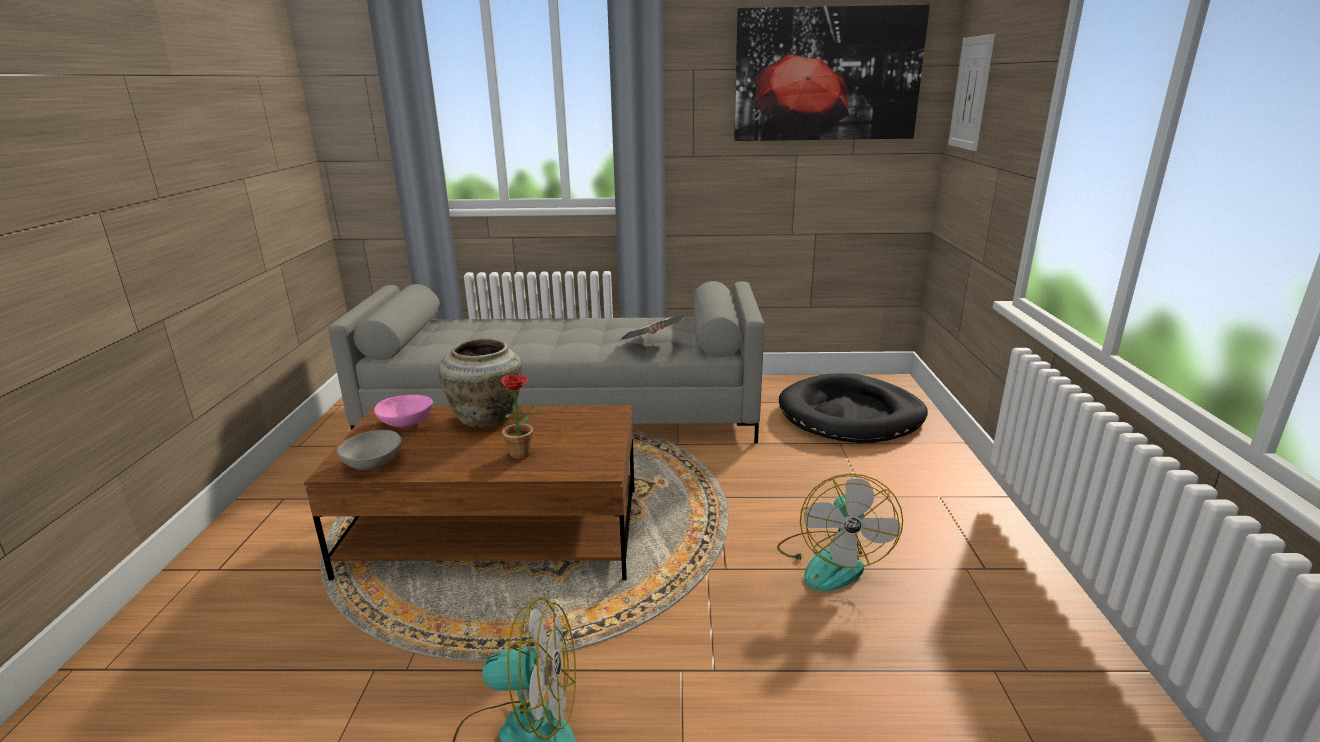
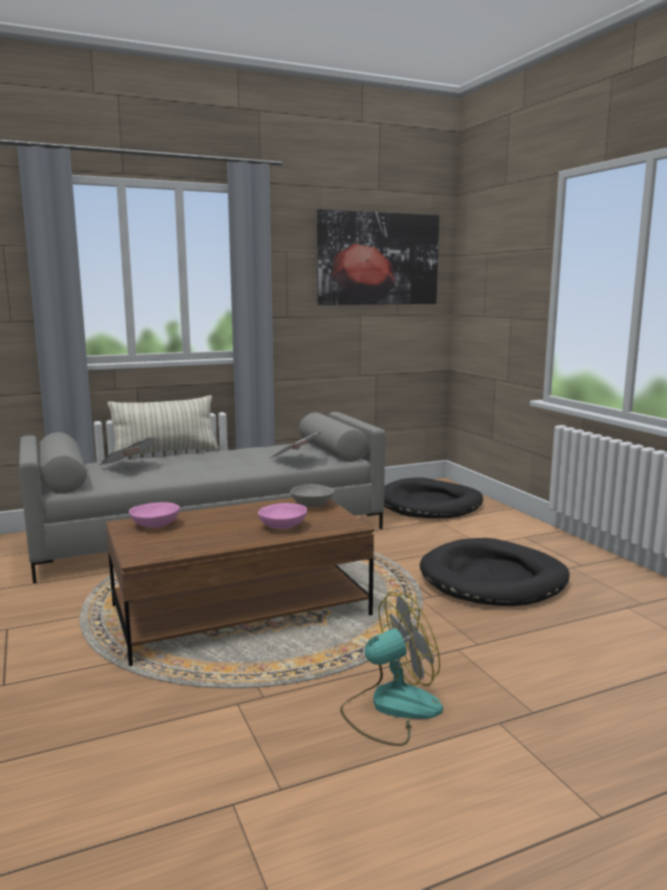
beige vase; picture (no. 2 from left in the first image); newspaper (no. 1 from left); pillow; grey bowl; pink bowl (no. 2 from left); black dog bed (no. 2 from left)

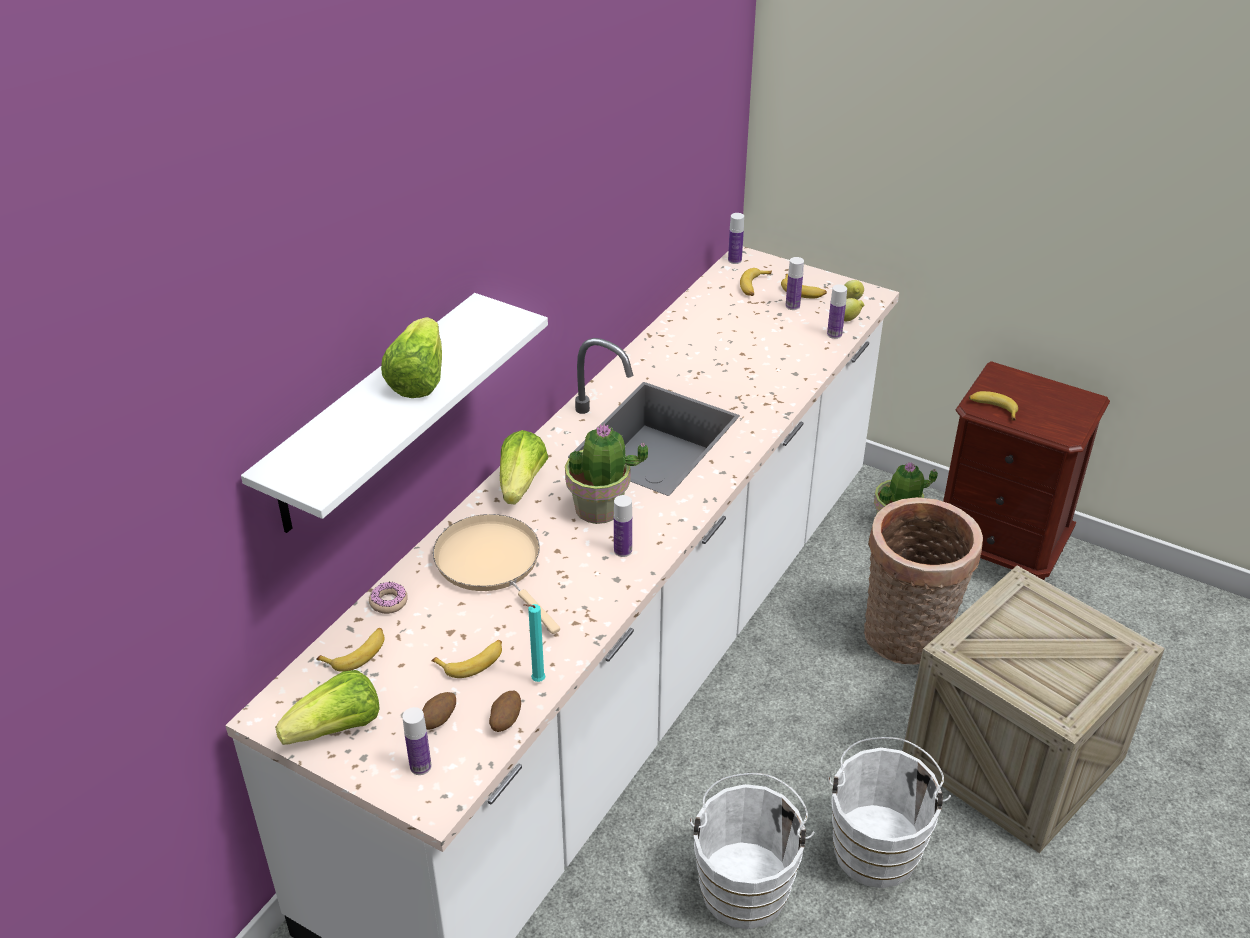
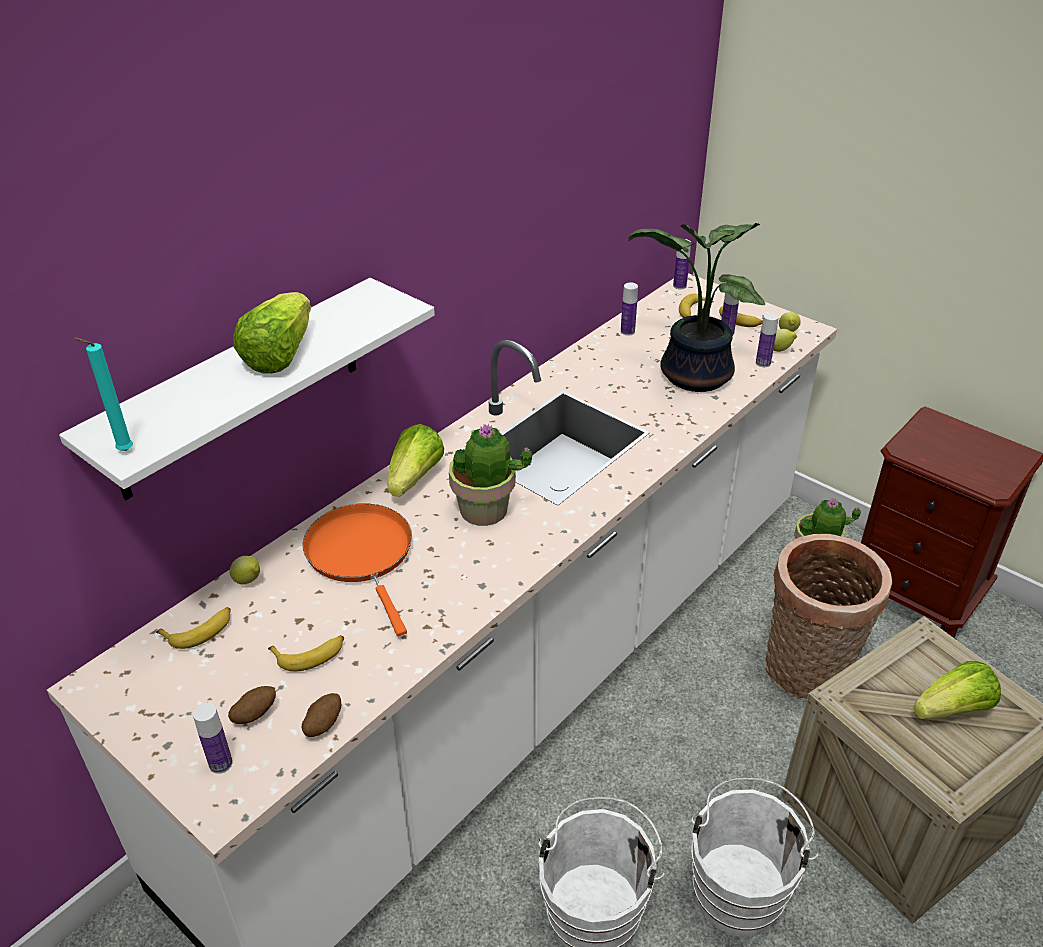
banana (no. 5 from left in the first image); potted plant (no. 2 from left); lettuce (no. 3 from left); turquoise candle; bottle (no. 2 from left); lemon (no. 1 from left); orange frying pan

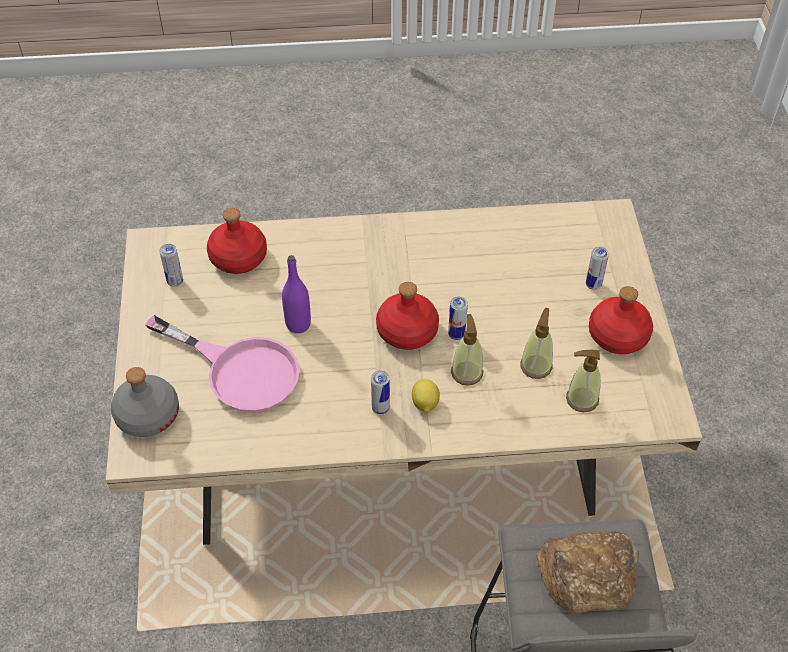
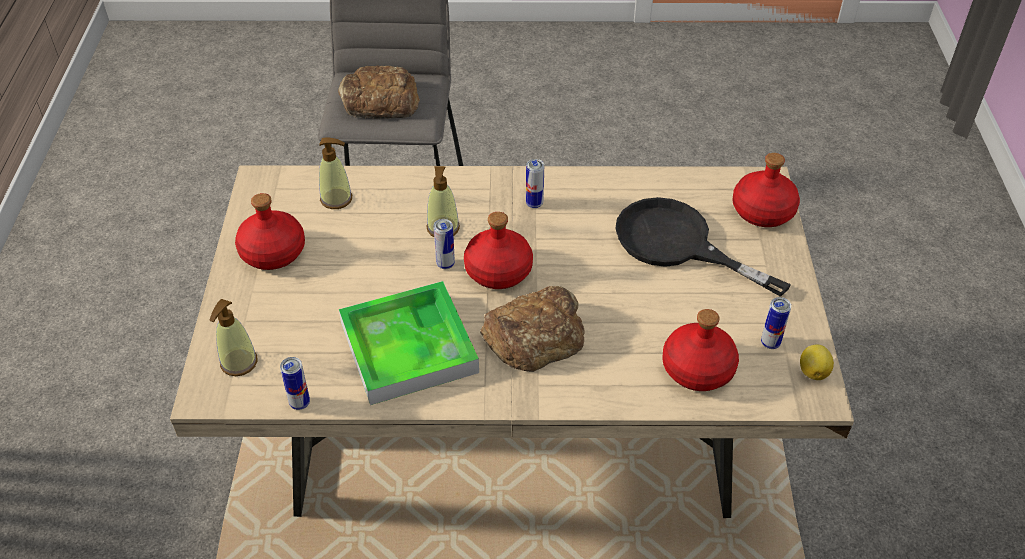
purple bottle; tray; bread (no. 2 from left); lemon; soap dispenser (no. 1 from left); can (no. 1 from left); red bottle (no. 4 from left); black frying pan

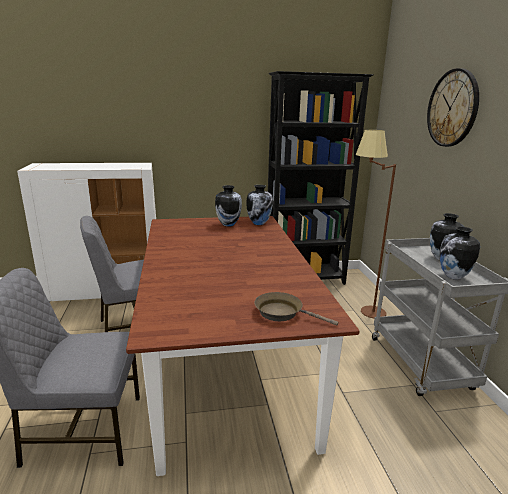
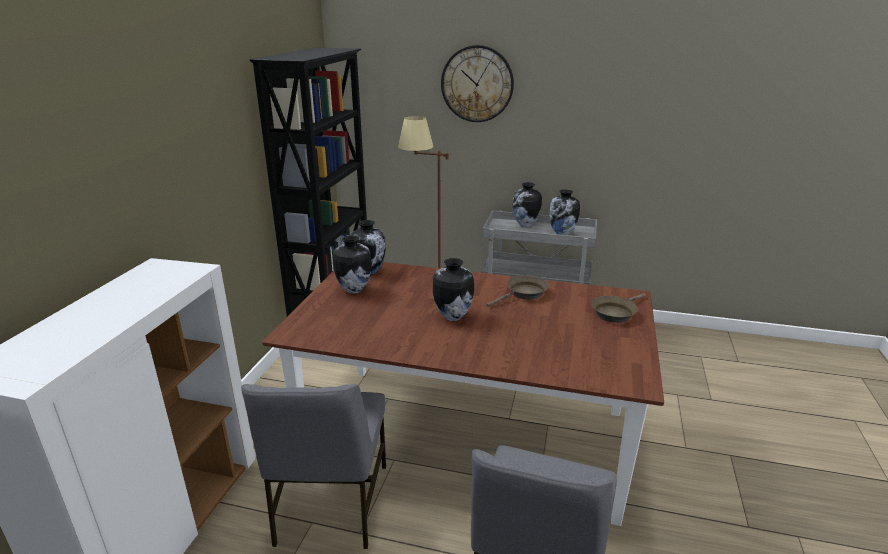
vase (no. 3 from left); brown frying pan (no. 1 from left)

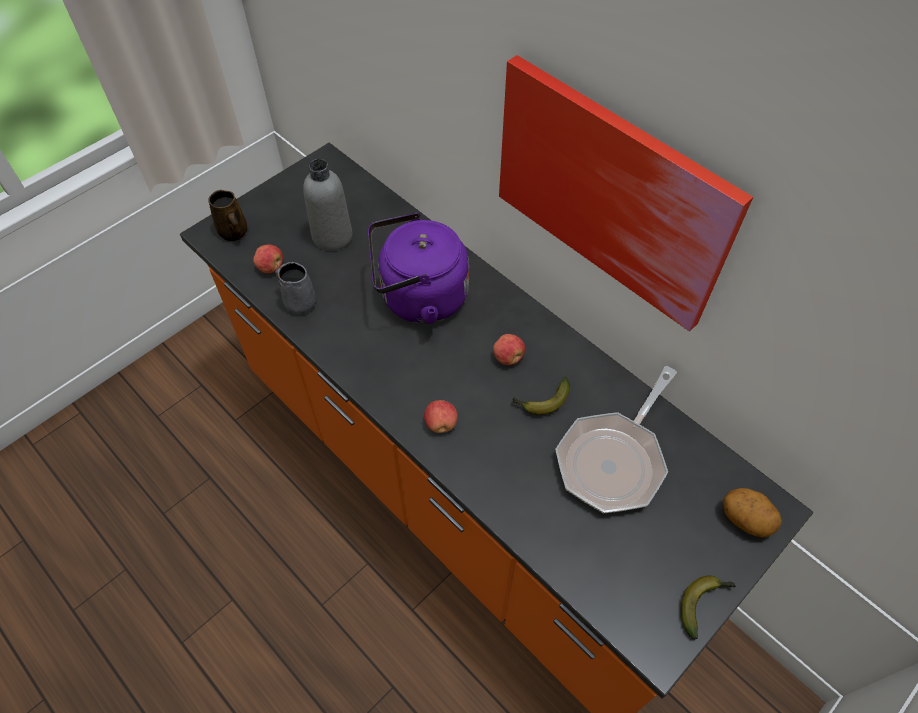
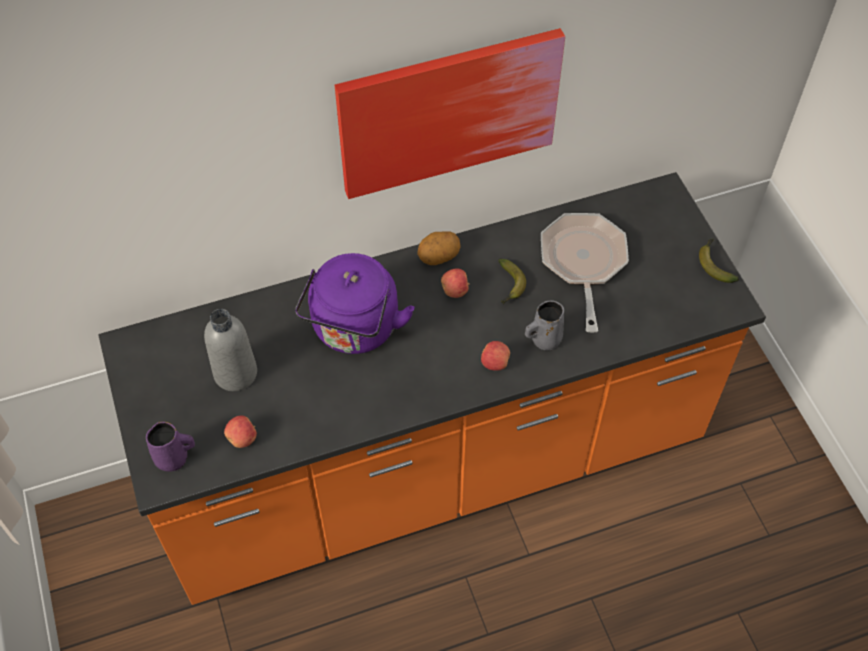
grey mug; potato; purple mug; frying pan

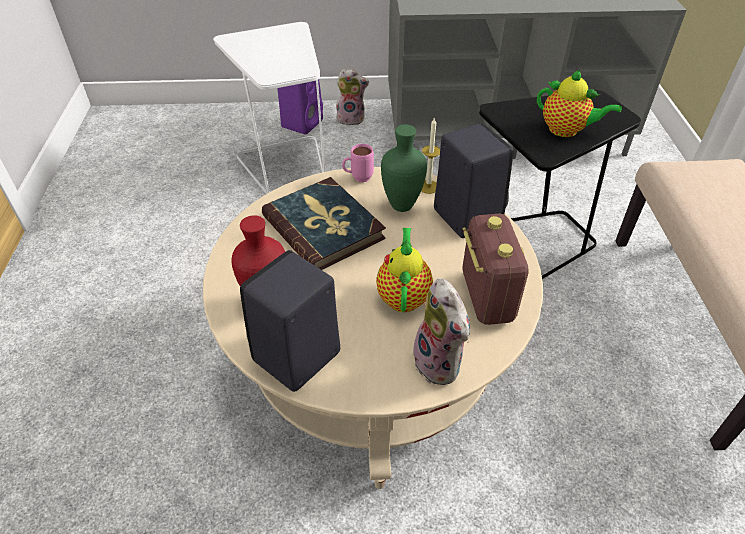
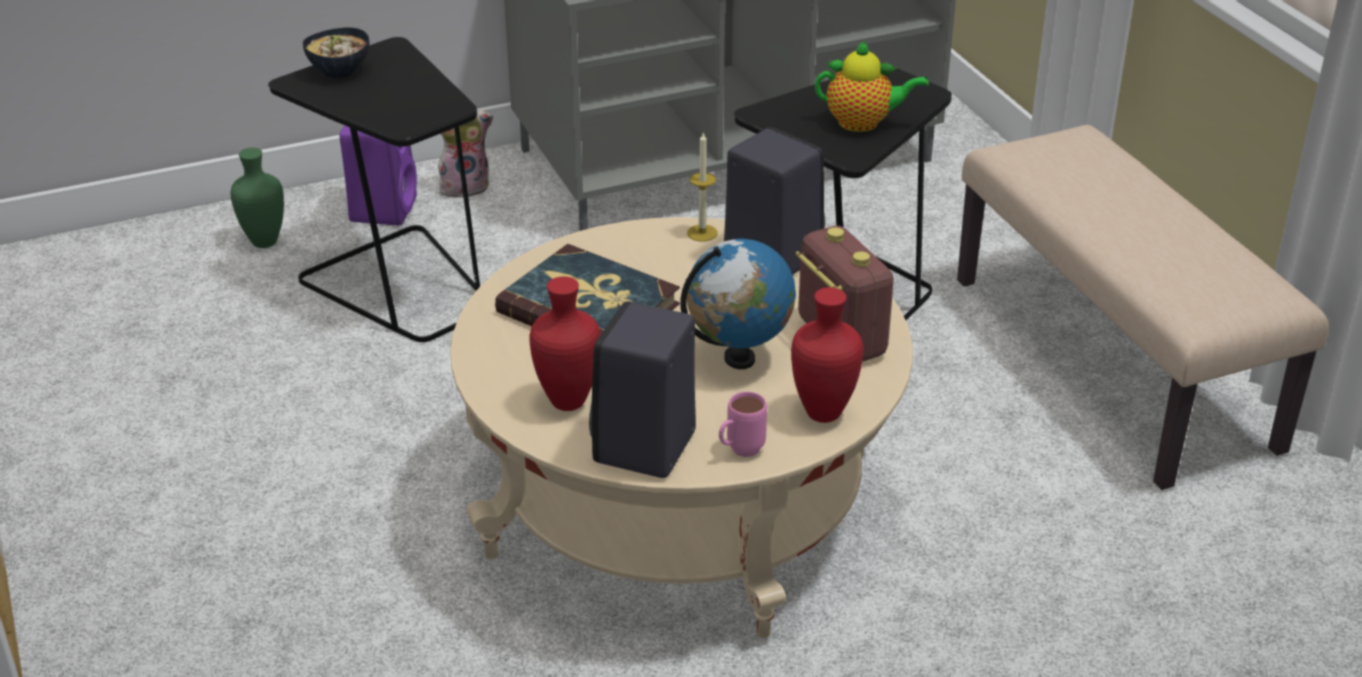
bowl; pink mug; green vase; globe; red vase (no. 2 from left); black side table (no. 1 from left)

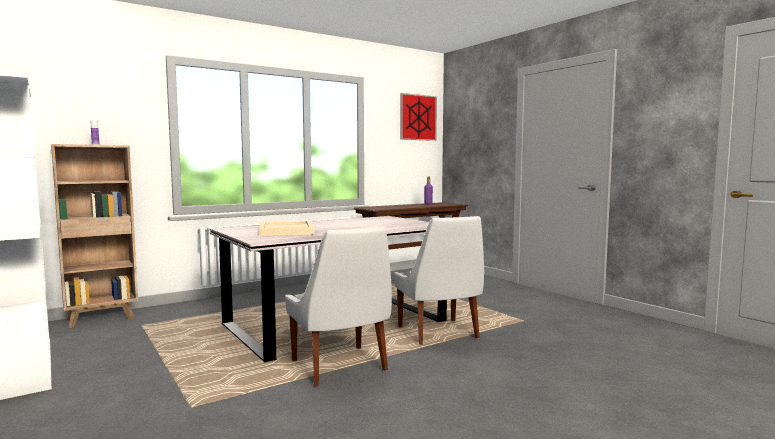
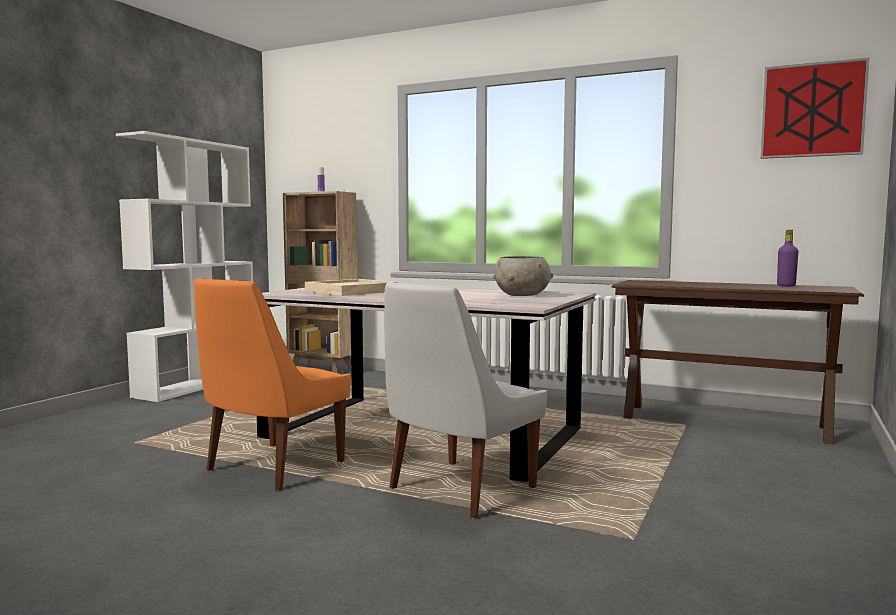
grey bowl; orange chair

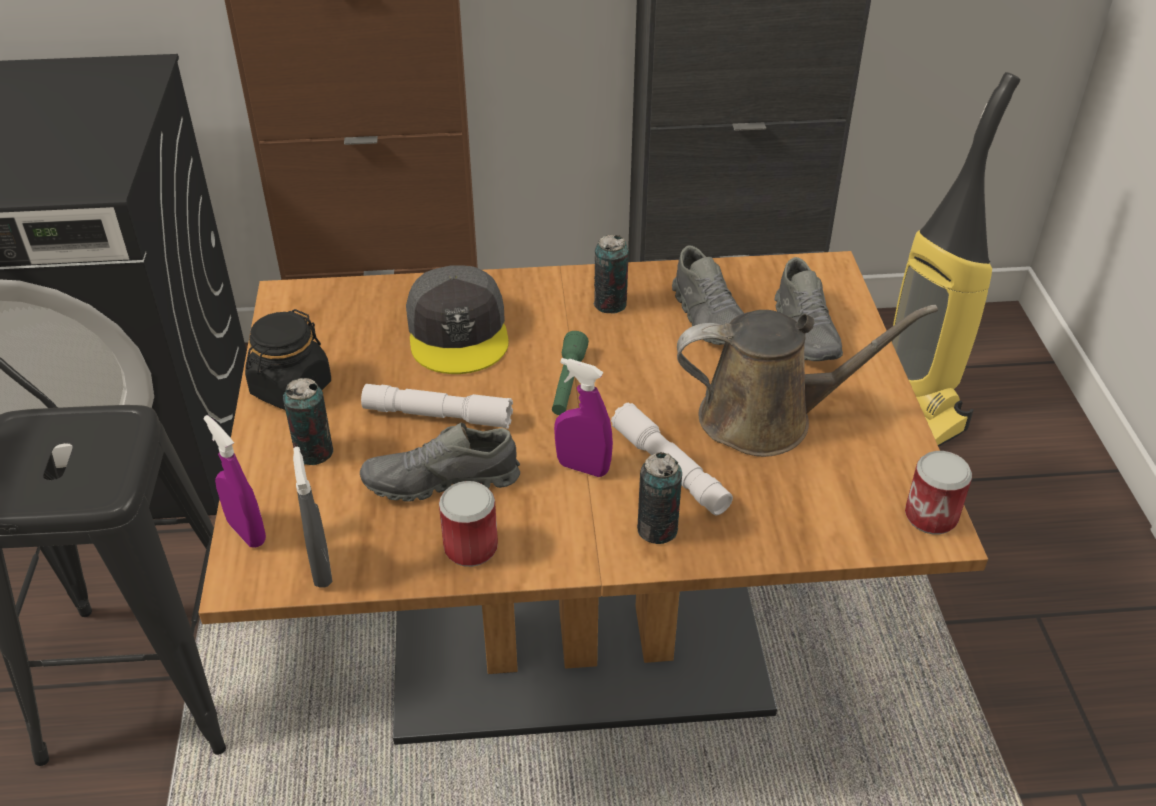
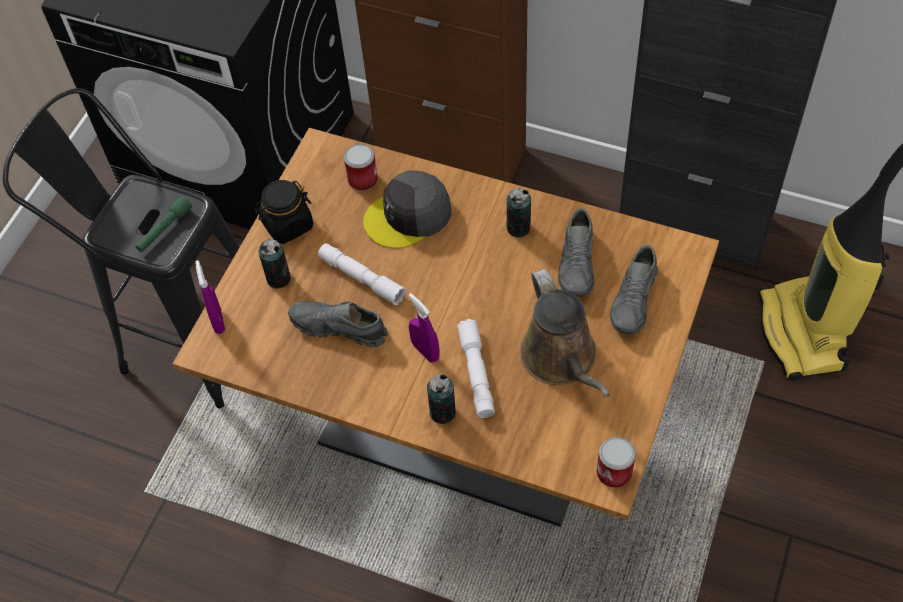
grey spray bottle; can (no. 2 from left); green flashlight; grey cap; brown watering can

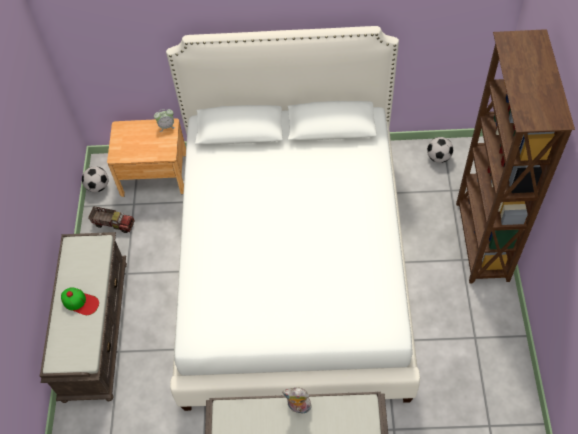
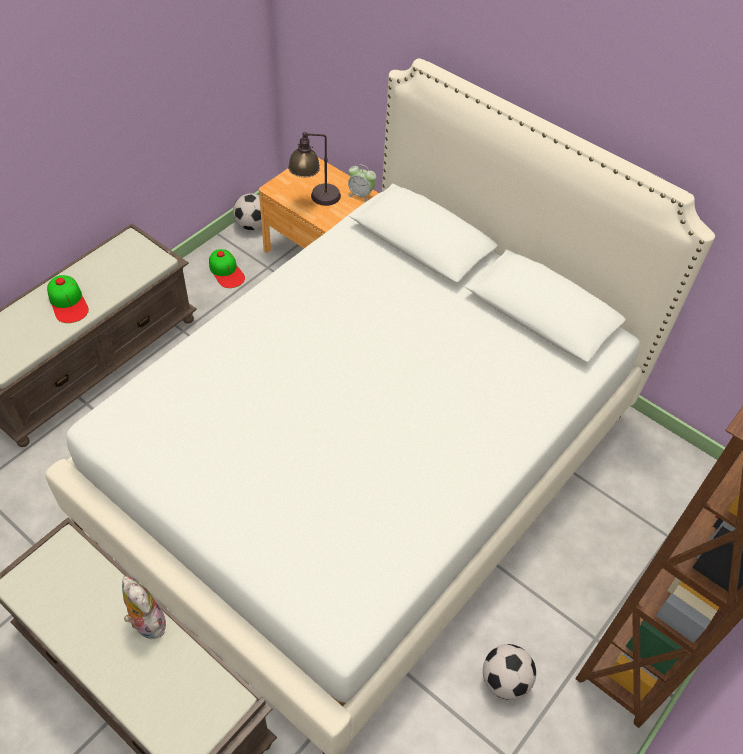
table lamp; football (no. 2 from left); cap (no. 2 from left)

